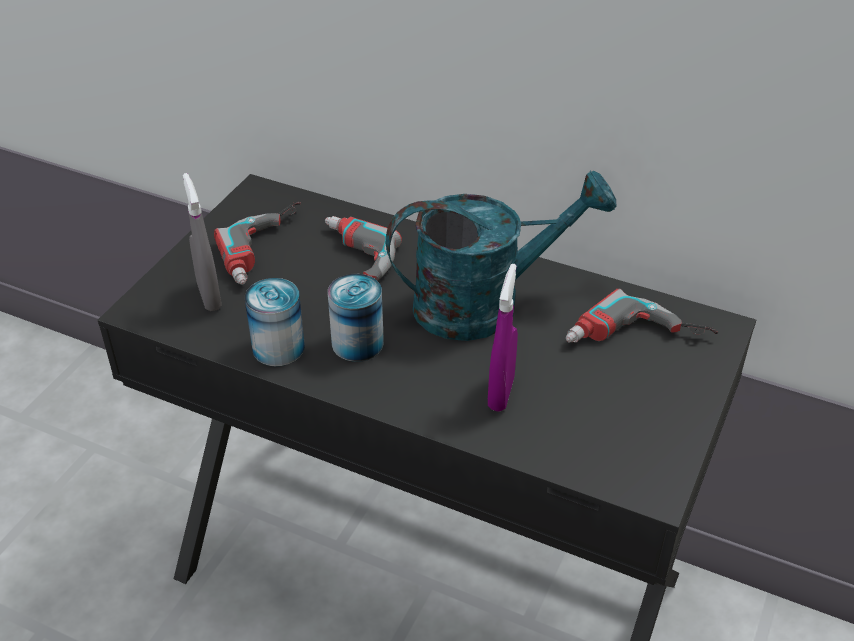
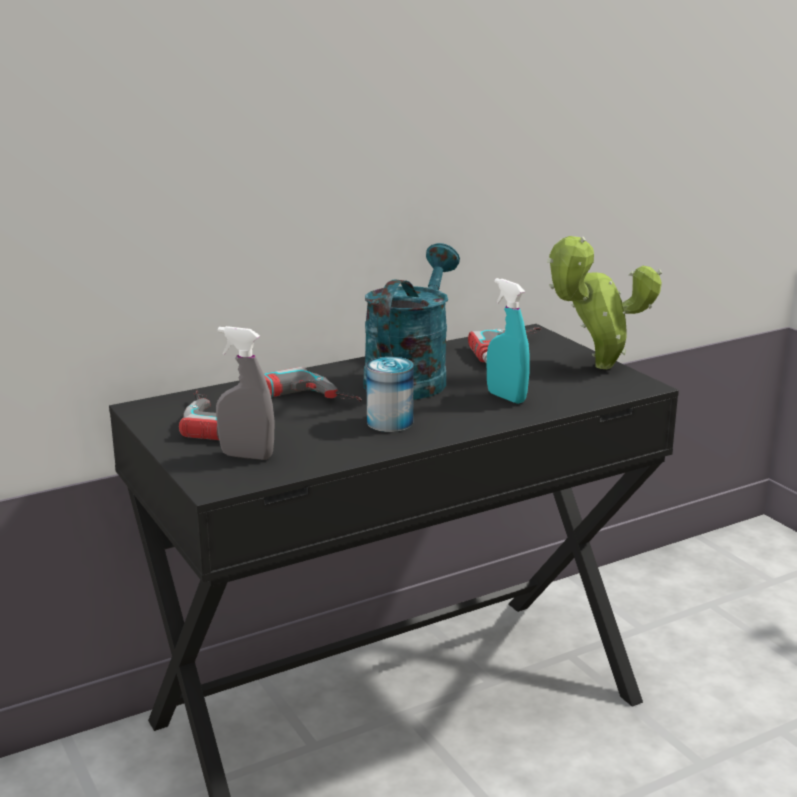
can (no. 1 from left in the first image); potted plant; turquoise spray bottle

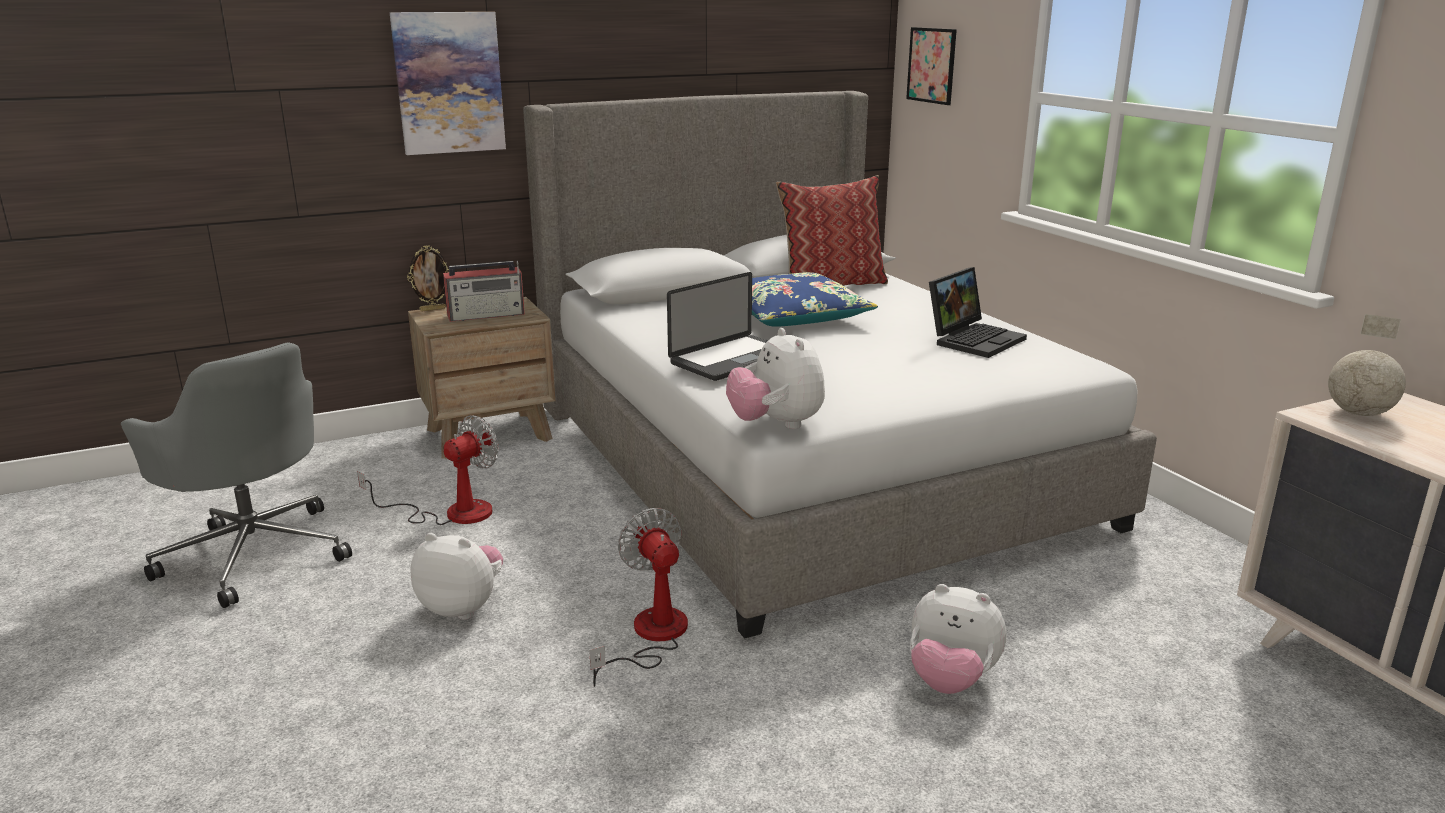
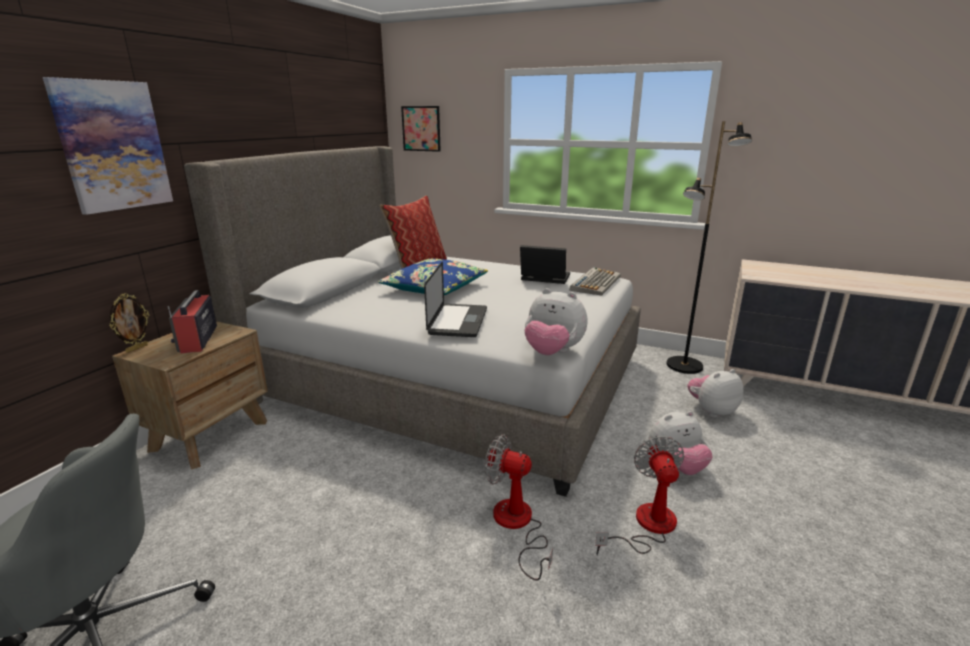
globe; keyboard; black floor lamp; fan (no. 2 from left); plush toy (no. 3 from left); radio; laptop (no. 2 from left)

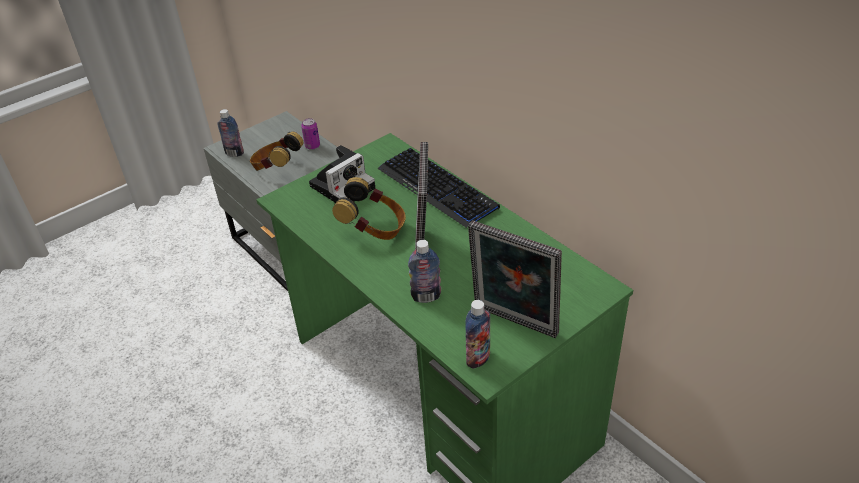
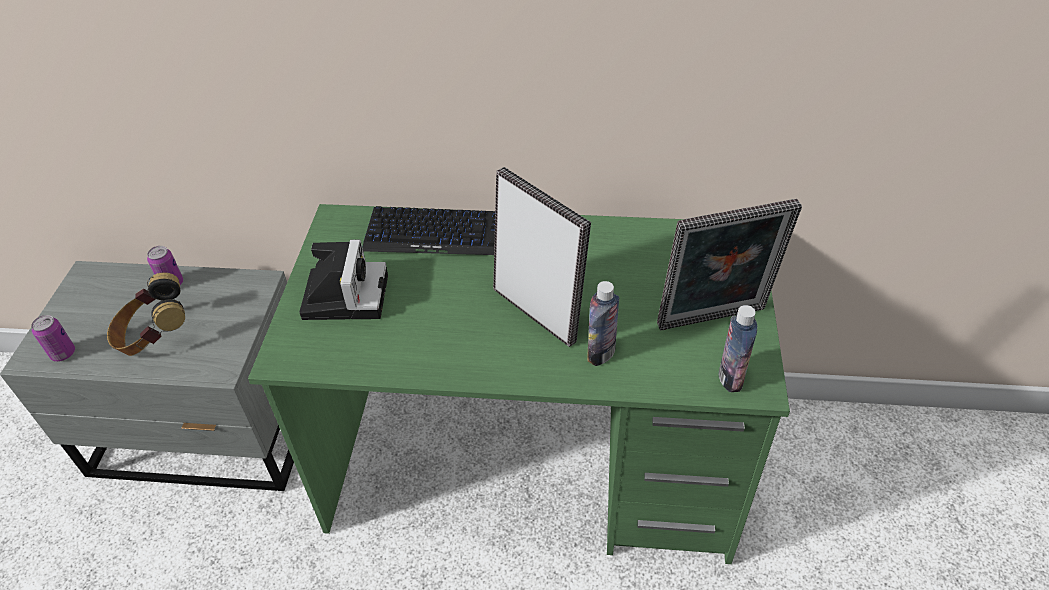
headphones (no. 2 from left in the first image); can (no. 1 from left)

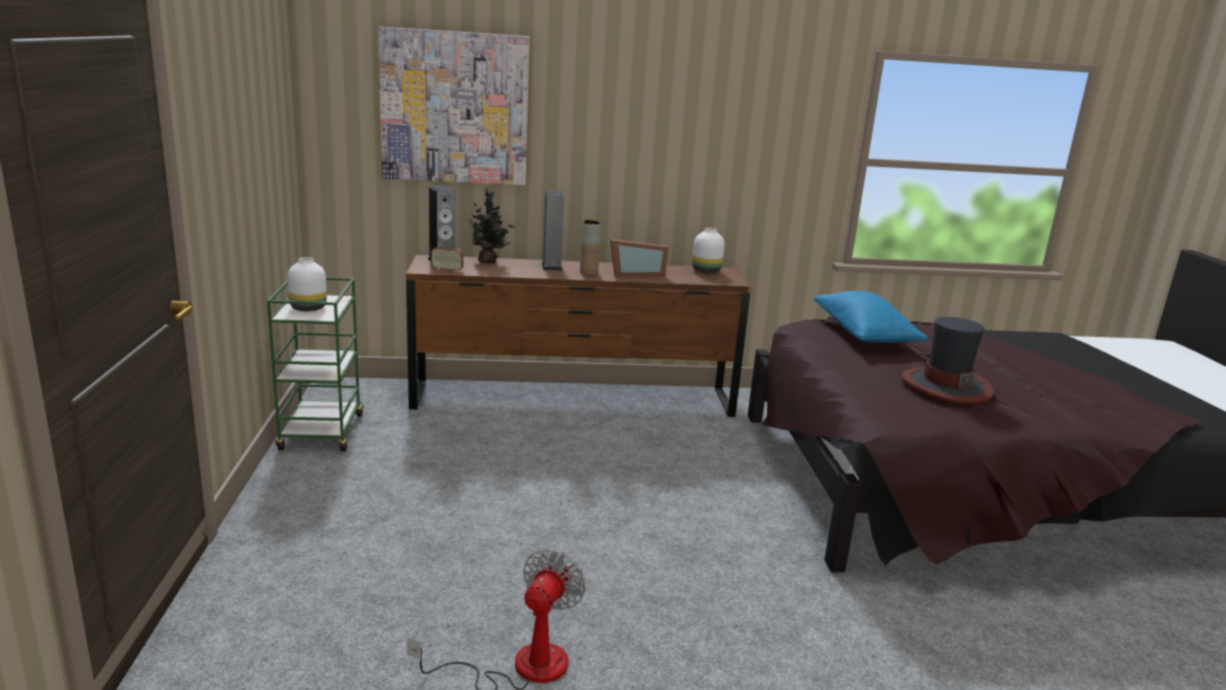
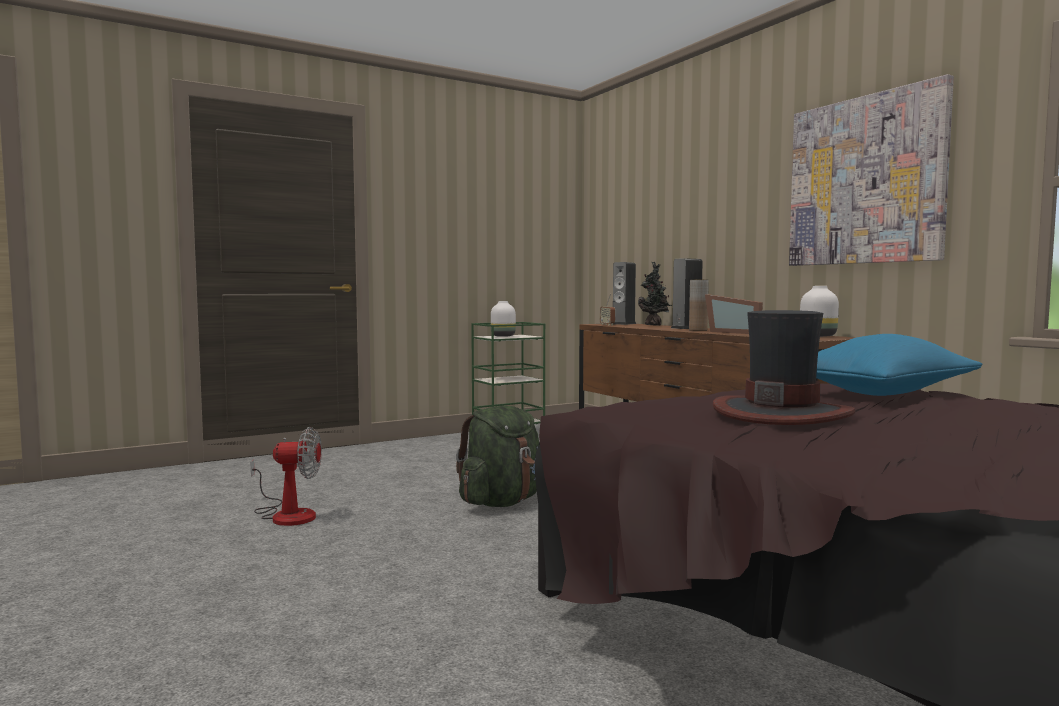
green backpack; picture

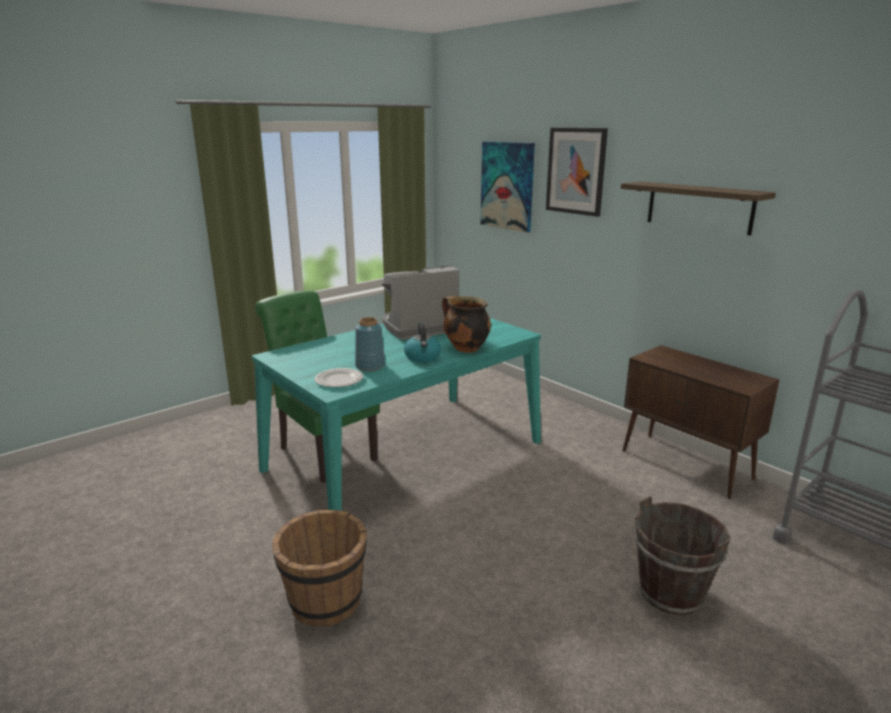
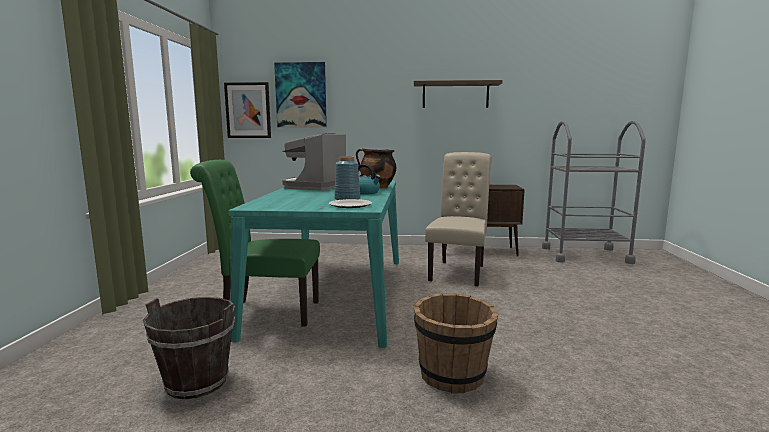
beige chair; picture (no. 1 from left); brown bucket (no. 1 from left)

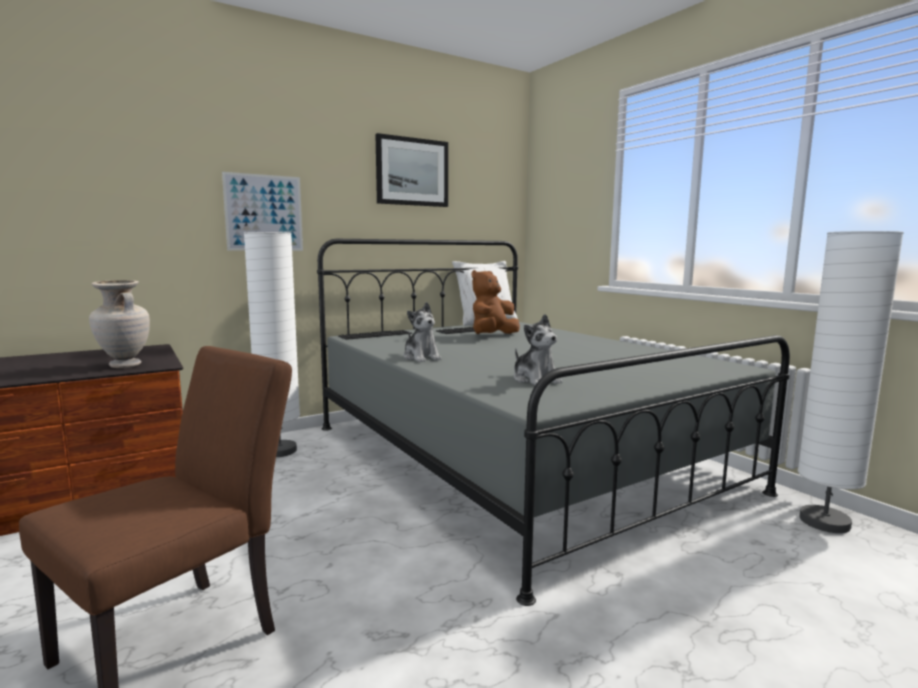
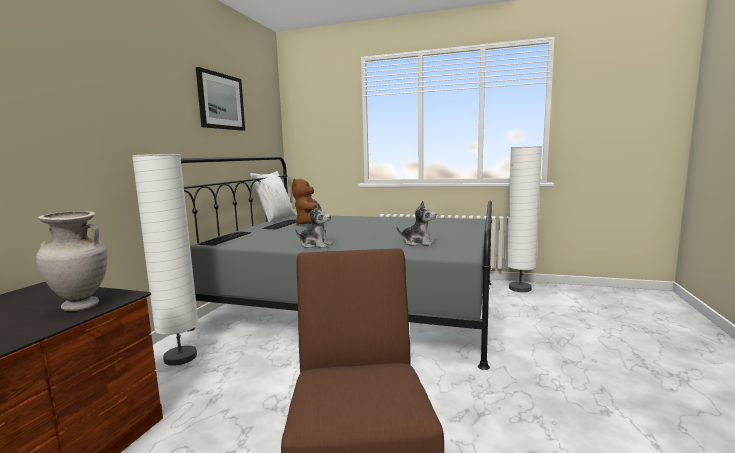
picture (no. 1 from left in the first image)

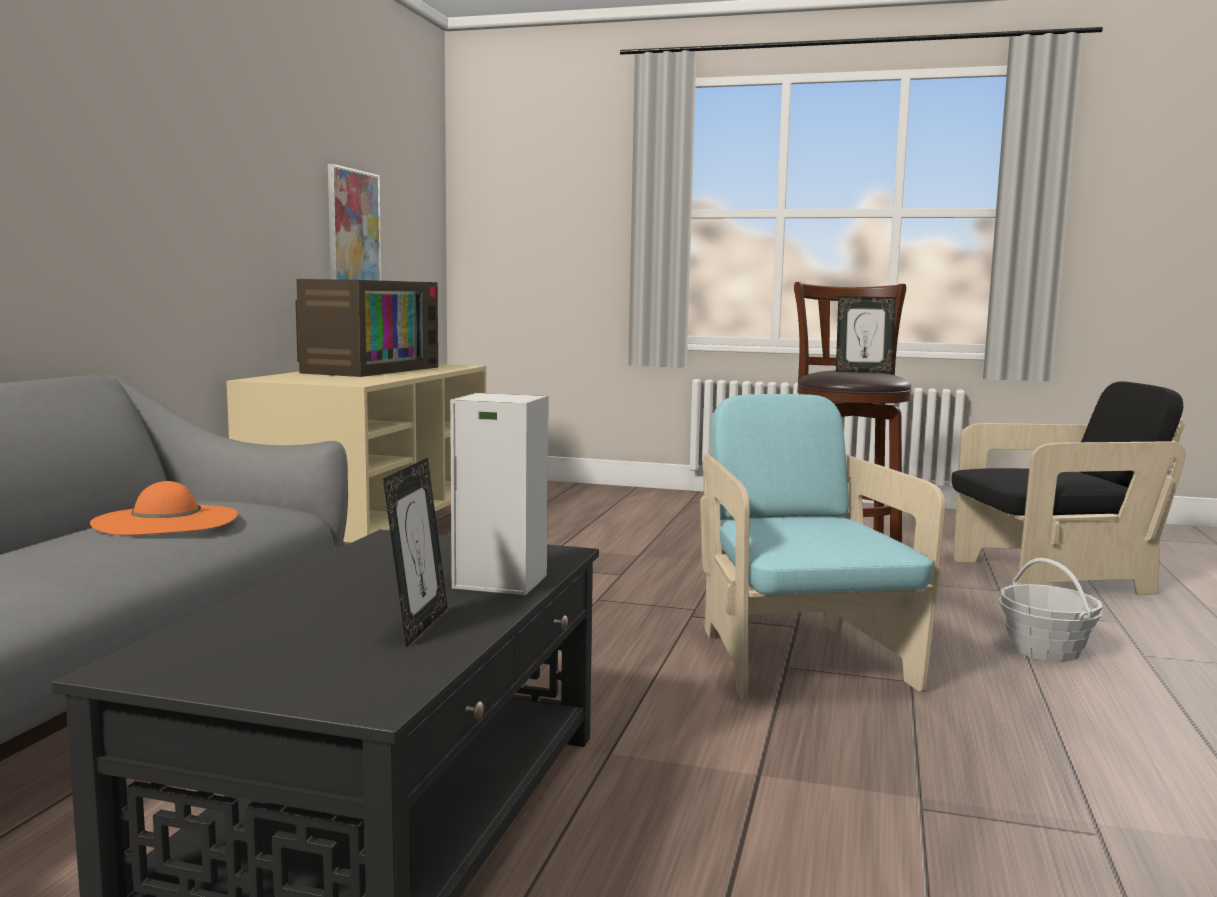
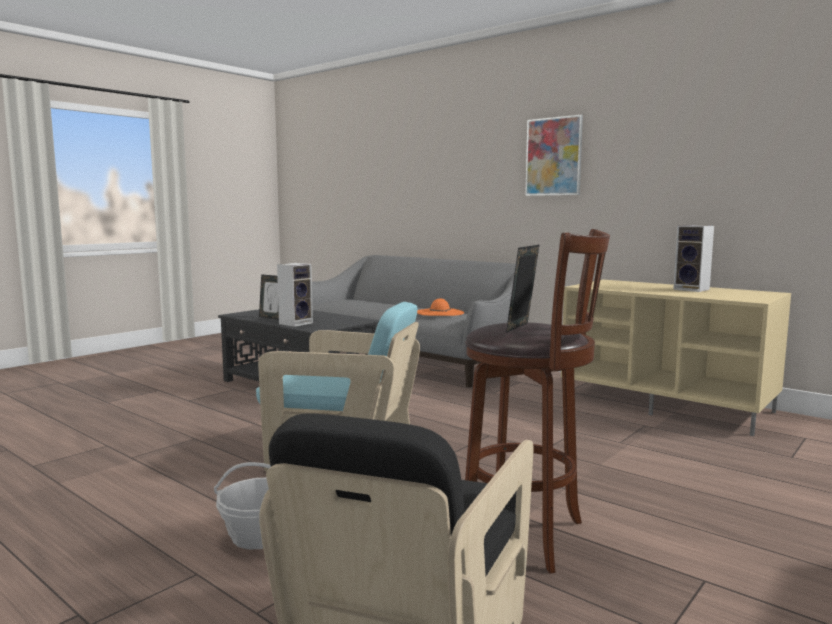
picture; speaker (no. 2 from left)

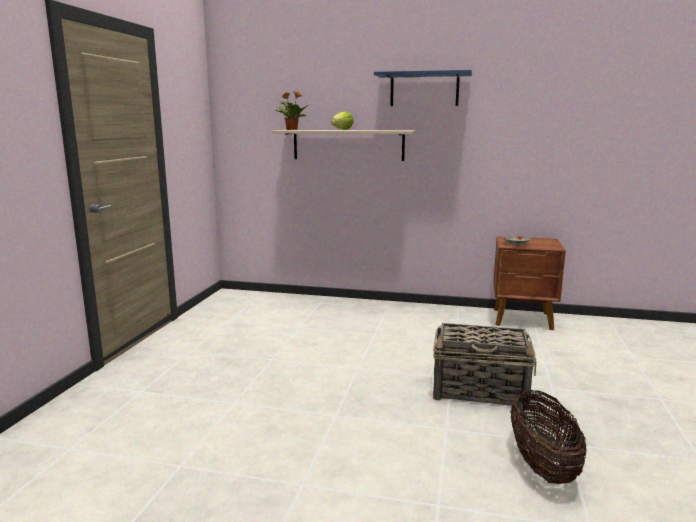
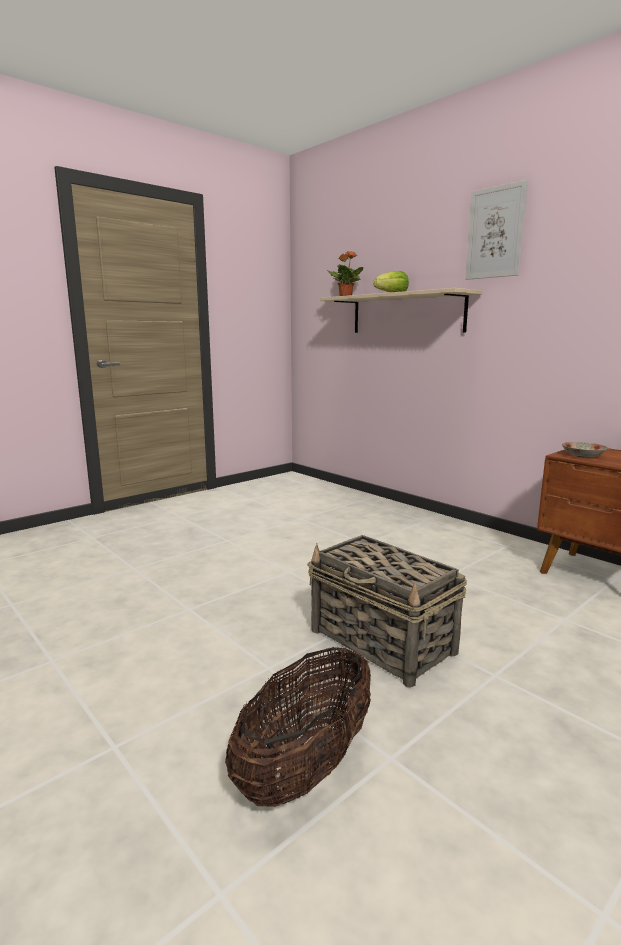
picture

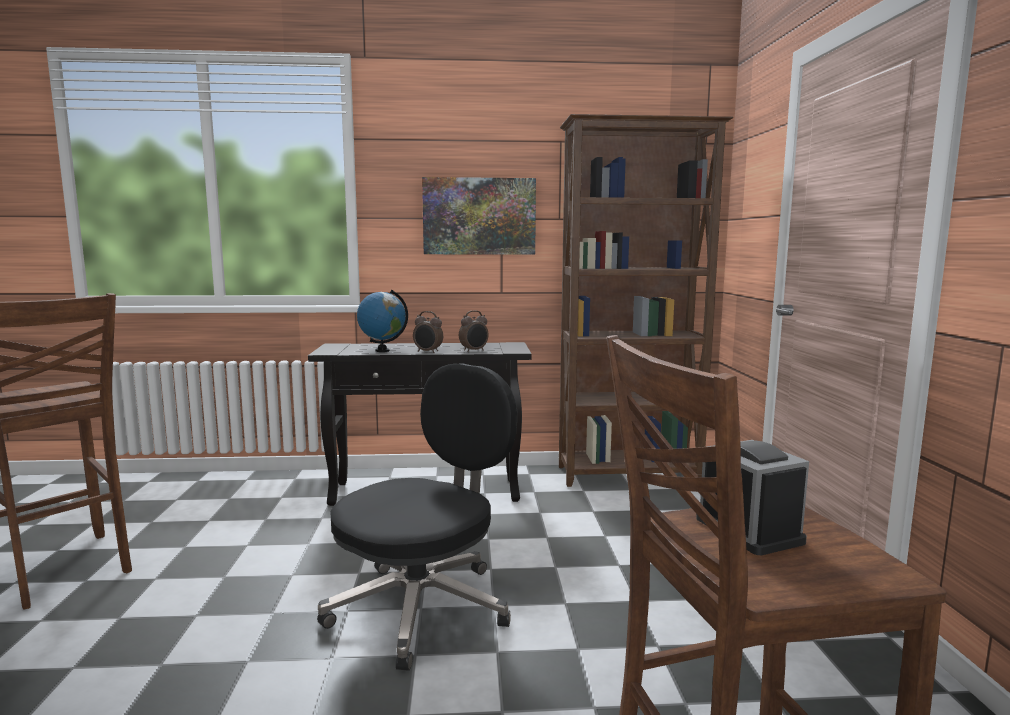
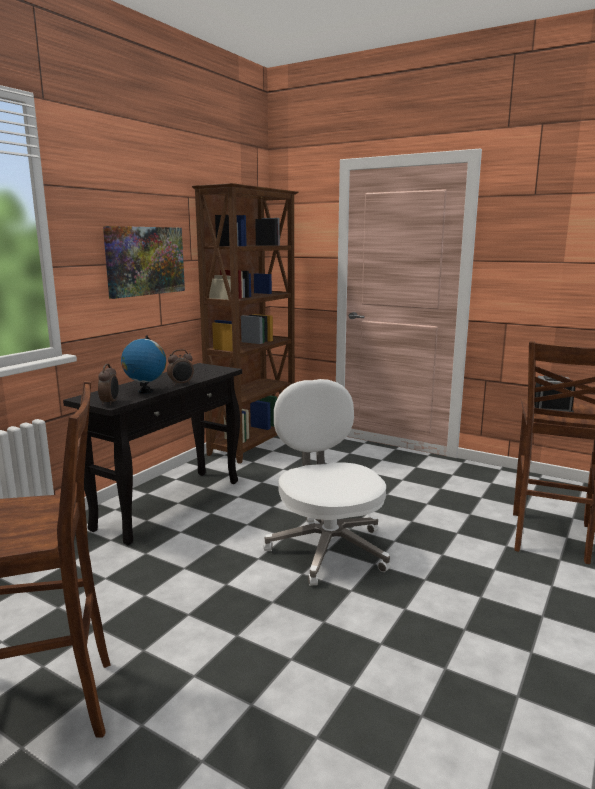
alarm clock (no. 1 from left); white office chair

